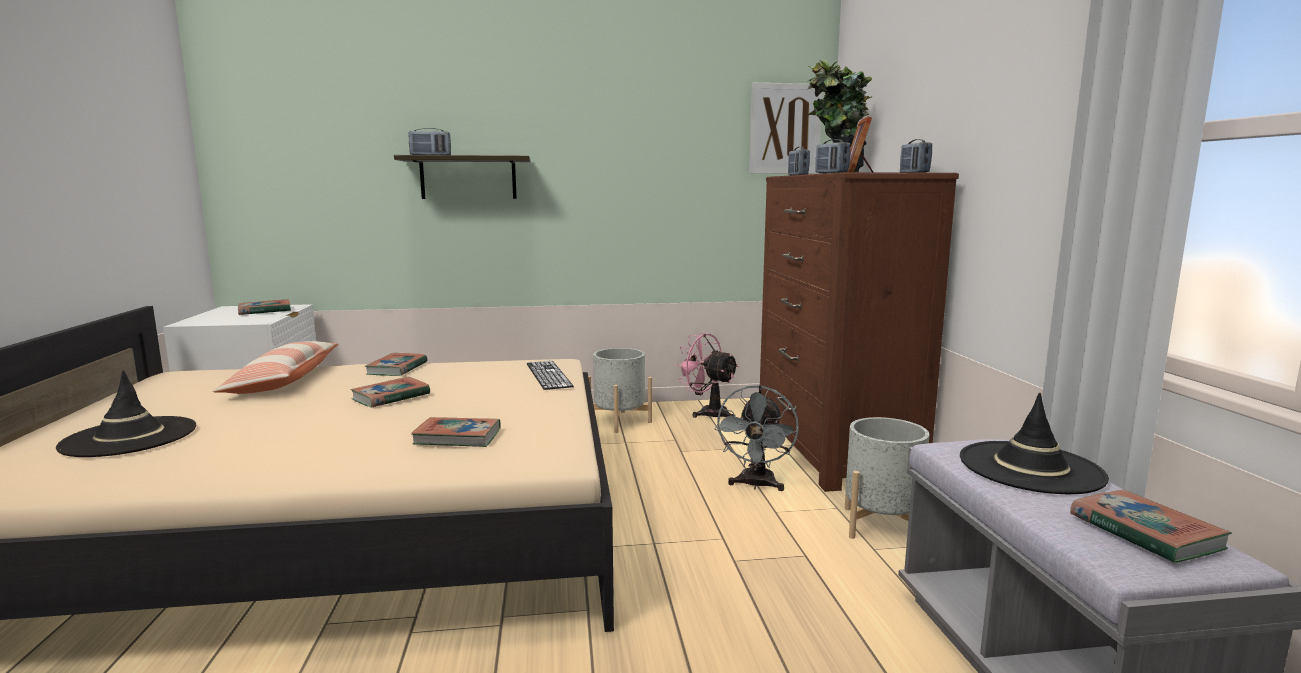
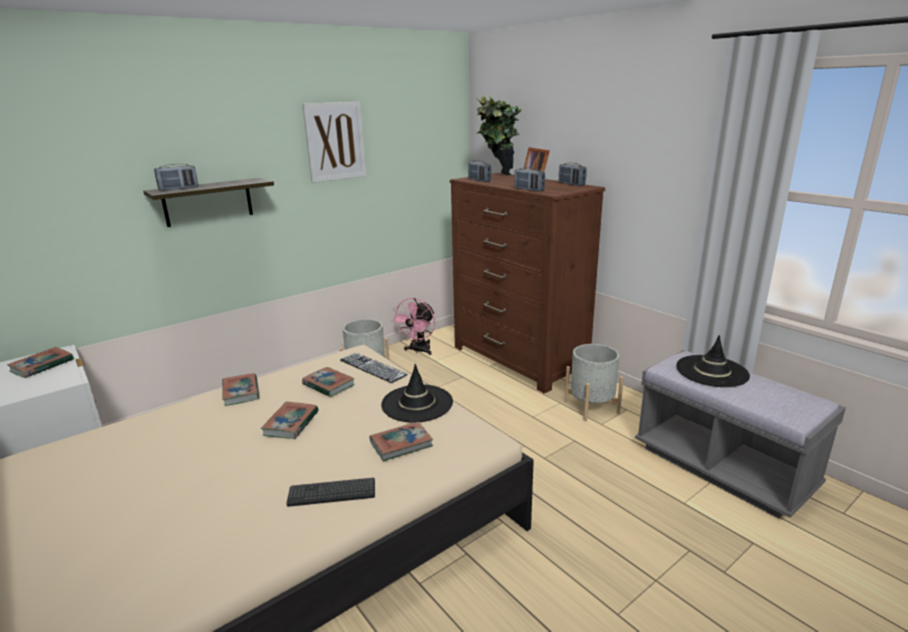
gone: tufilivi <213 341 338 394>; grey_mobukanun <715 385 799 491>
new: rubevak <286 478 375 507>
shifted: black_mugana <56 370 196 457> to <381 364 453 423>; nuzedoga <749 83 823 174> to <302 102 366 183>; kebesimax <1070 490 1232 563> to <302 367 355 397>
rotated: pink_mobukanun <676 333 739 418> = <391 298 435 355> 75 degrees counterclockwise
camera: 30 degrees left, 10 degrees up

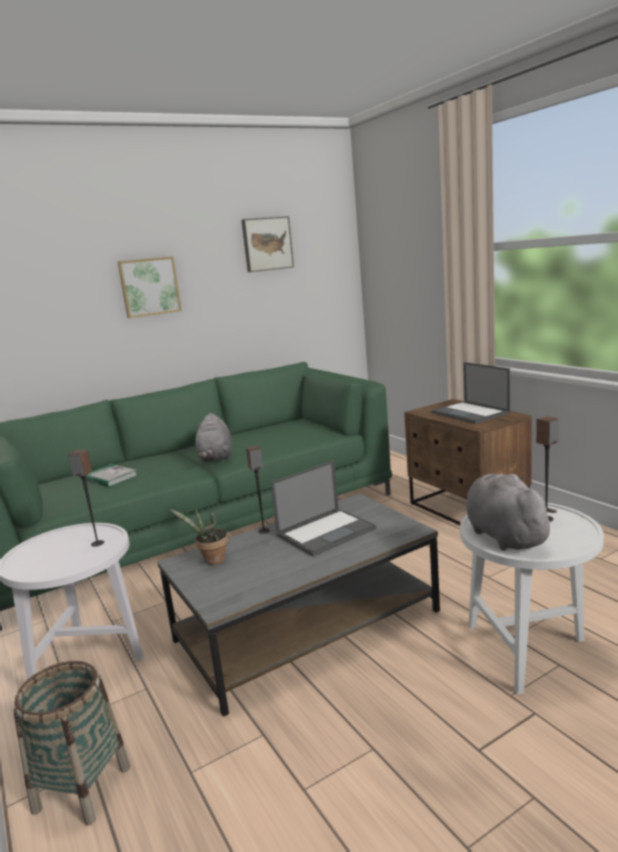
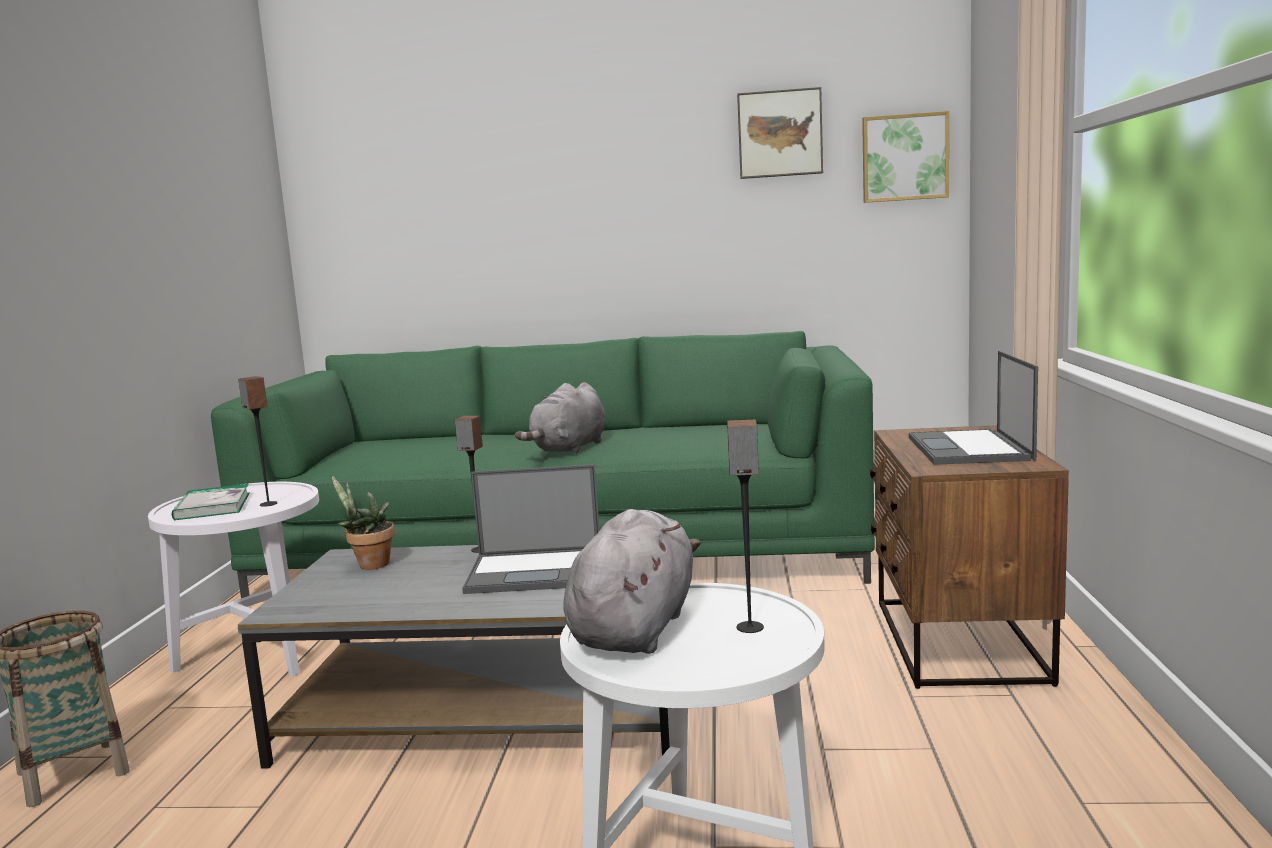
shifted: kebesimax <86 464 138 487> to <172 484 250 520>; nuzedoga <117 256 182 318> to <862 111 949 203>
camera: 35 degrees right, 5 degrees down

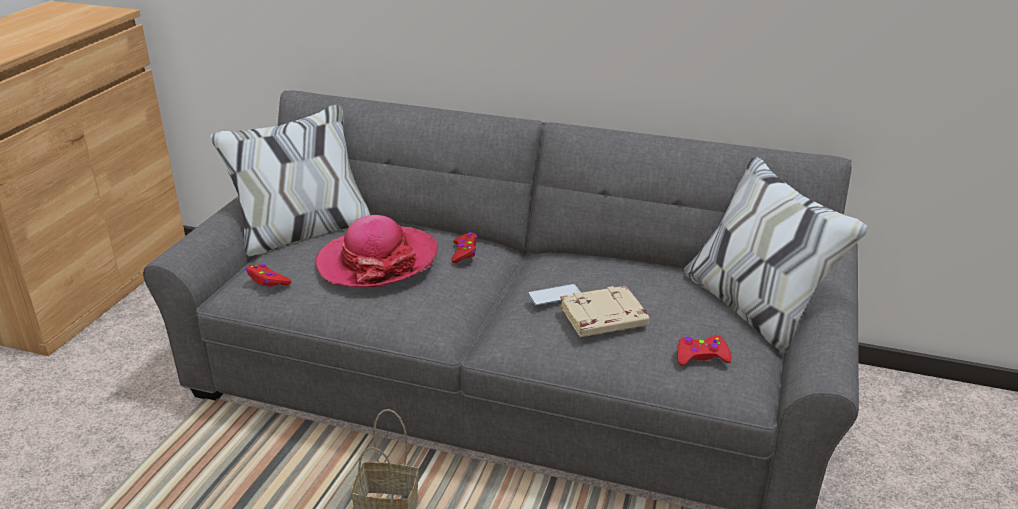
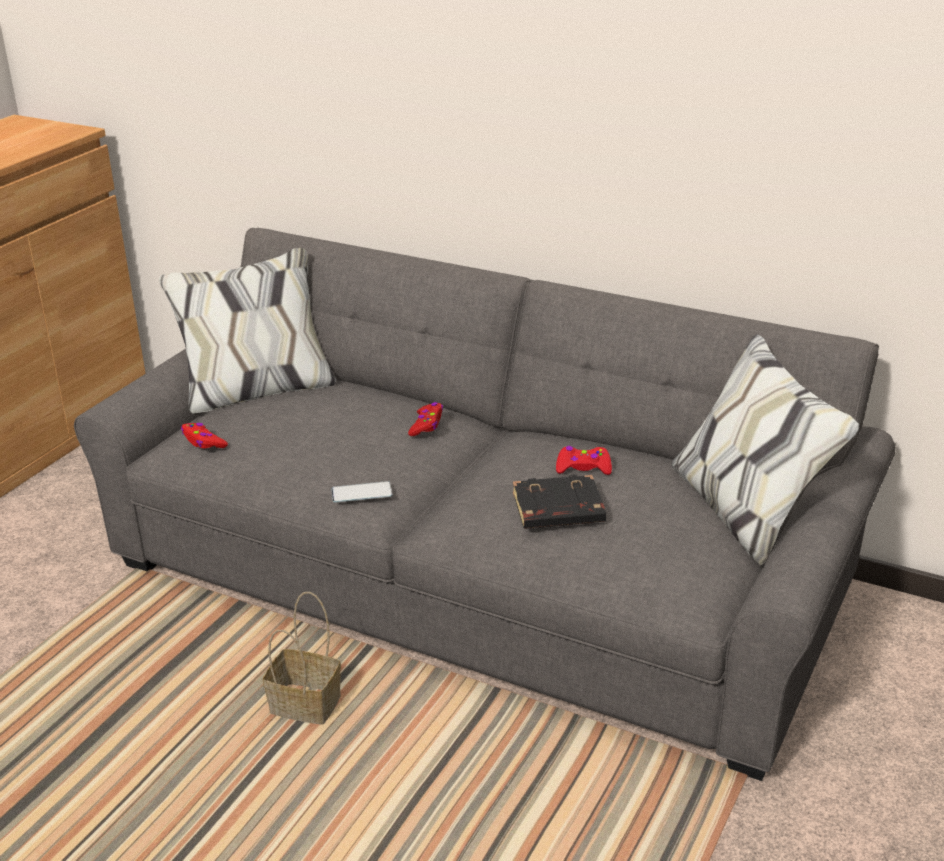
gone: mugana <315 215 438 287>
shifted: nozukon <527 284 581 305> to <331 481 392 503>; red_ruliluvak <677 336 732 366> to <556 446 612 475>
repainted: beige_kebesimax <560 286 649 337> to black_kebesimax <513 475 606 529>
camera: 10 degrees right, 0 degrees up

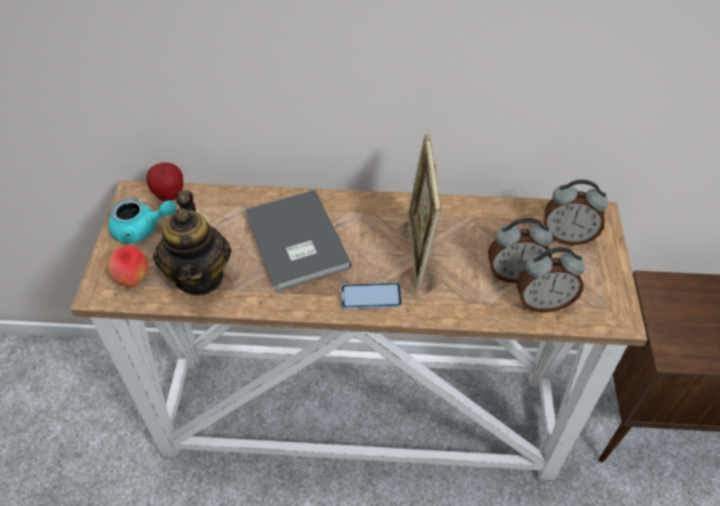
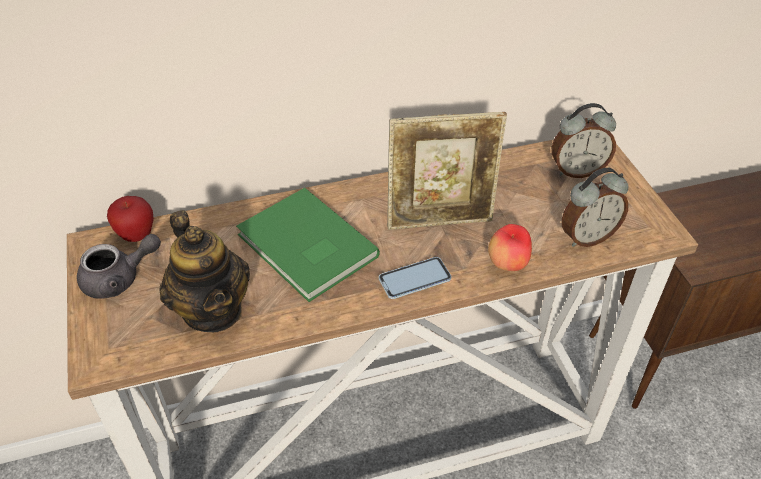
gone: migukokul <488 218 553 283>
shifted: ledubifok <107 245 148 287> to <488 224 532 271>
repainted: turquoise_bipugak <108 198 177 243> to grey_bipugak <77 234 161 299>; grey_kebesimax <245 190 352 291> to green_kebesimax <236 188 380 302>
rotated: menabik <407 132 441 288> = <387 112 507 230> 75 degrees counterclockwise
camera: 20 degrees left, 5 degrees down

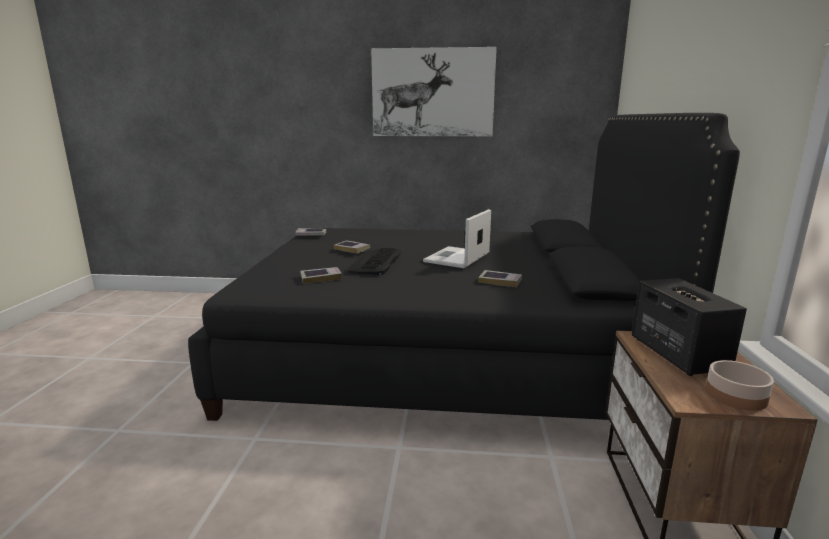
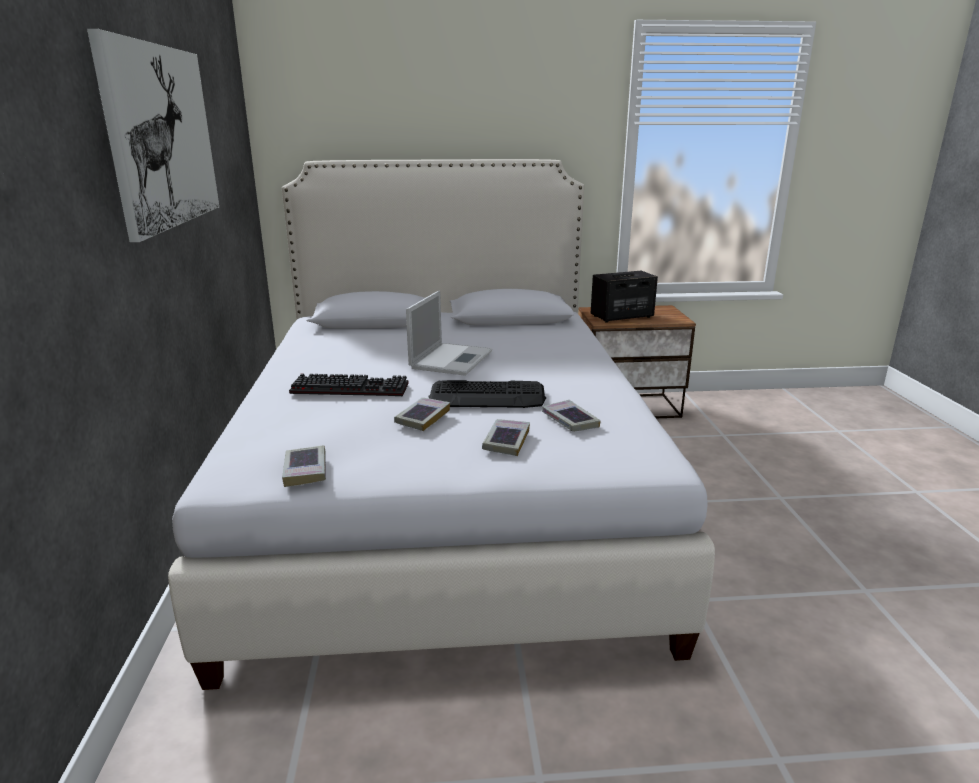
gone: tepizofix <706 360 774 411>
new: rubevak <289 373 409 396>
shifted: kebesimax <478 270 522 287> to <482 419 530 456>
repainted: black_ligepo <188 113 740 421> to white_ligepo <168 159 715 690>
rotated: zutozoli <423 209 491 268> = <406 291 492 376> 90 degrees counterclockwise
camera: 100 degrees left, 5 degrees up

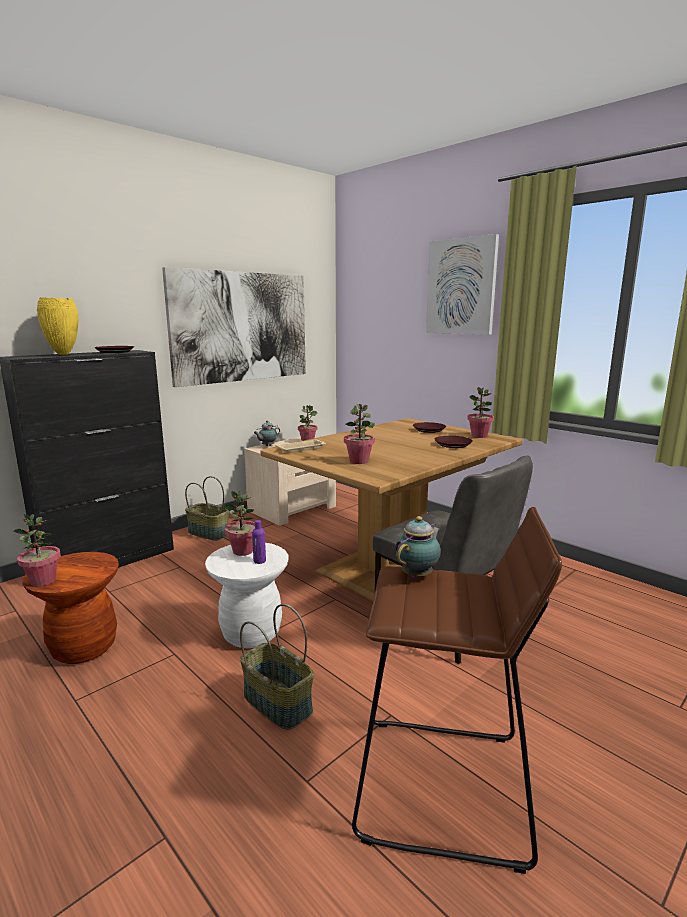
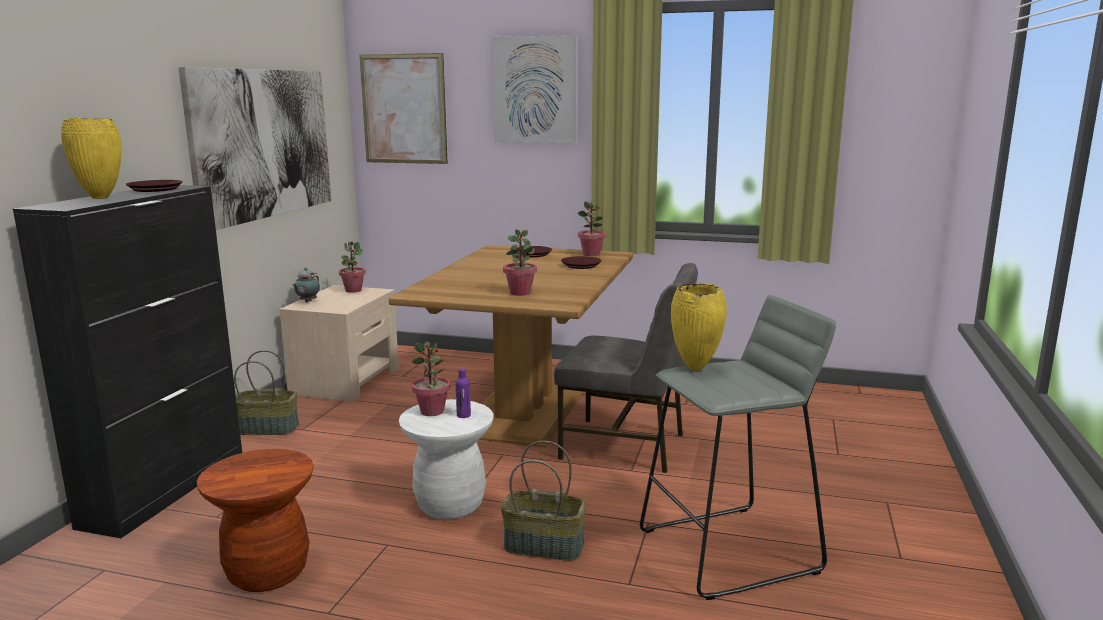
gone: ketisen <13 514 61 586>; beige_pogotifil <275 439 326 453>
new: nuzedoga <360 53 448 164>
swapped: bipugak <395 516 441 578> to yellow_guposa <671 284 727 371>
repainted: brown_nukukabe <352 507 562 874> to grey_nukukabe <640 295 836 600>
camera: 30 degrees left, 0 degrees up

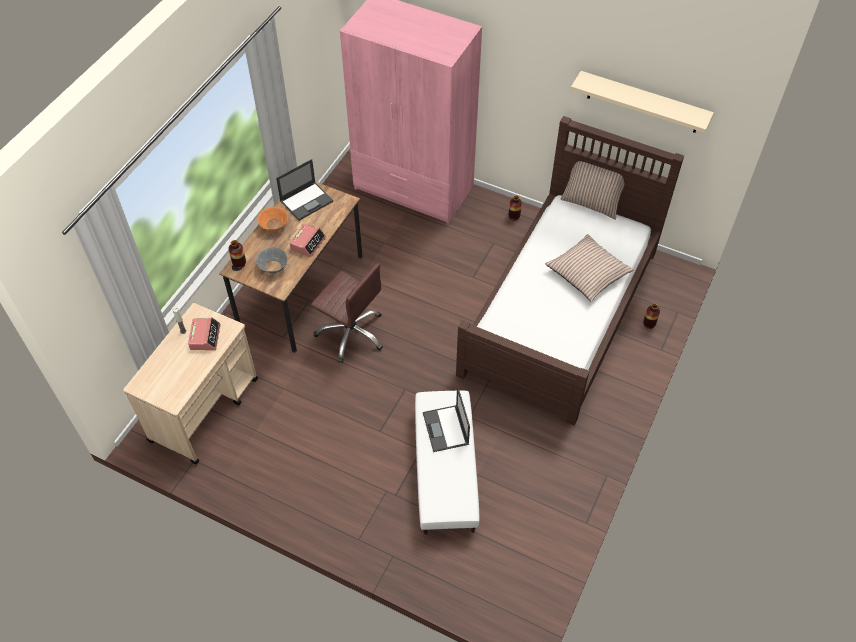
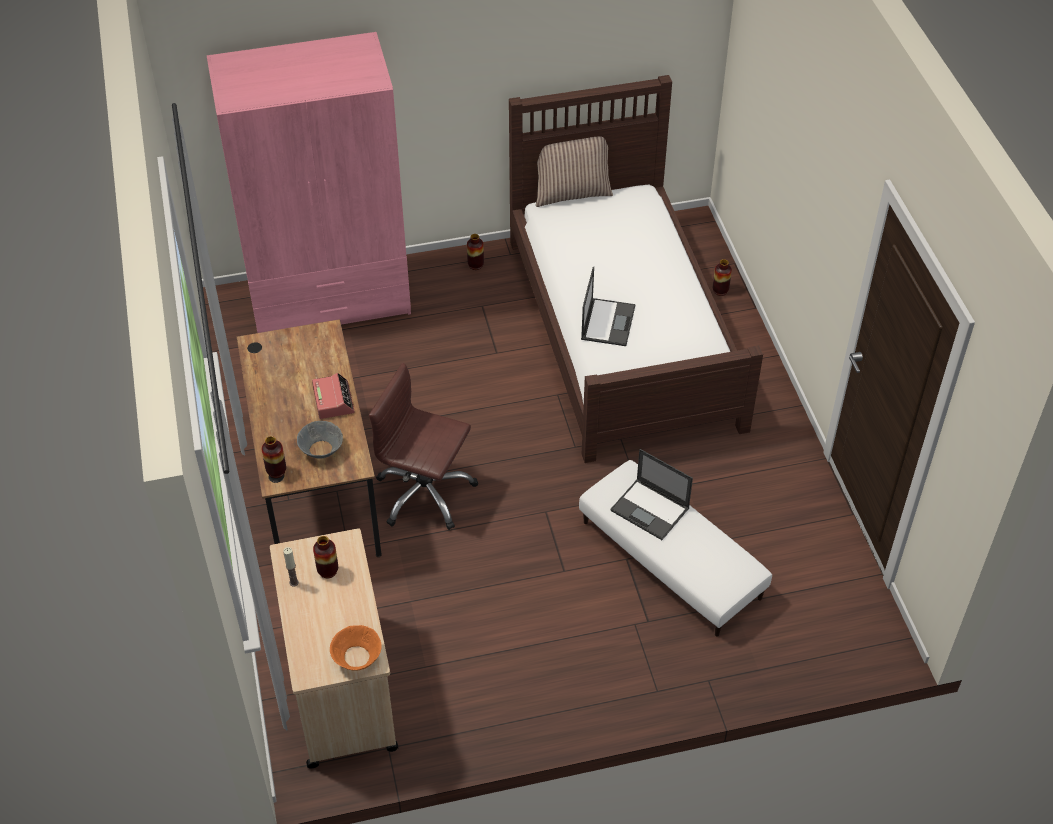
gone: tufilivi <545 234 634 302>; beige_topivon <571 71 714 133>
shifted: orange_tepizofix <257 207 288 232> to <330 625 382 670>; zutozoli <276 159 333 221> to <581 267 635 346>
swapped: migukokul <188 317 221 350> to guposa <313 536 338 578>
rotated: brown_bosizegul <311 263 383 363> = <369 363 478 530> 150 degrees counterclockwise
camera: 40 degrees left, 5 degrees down

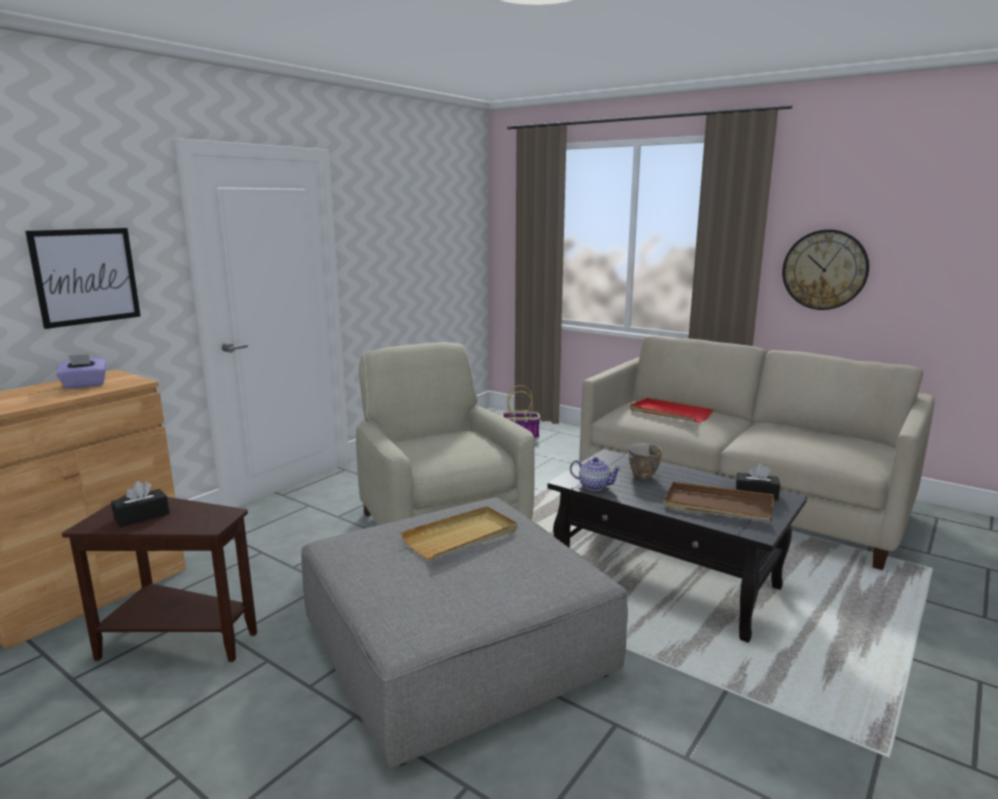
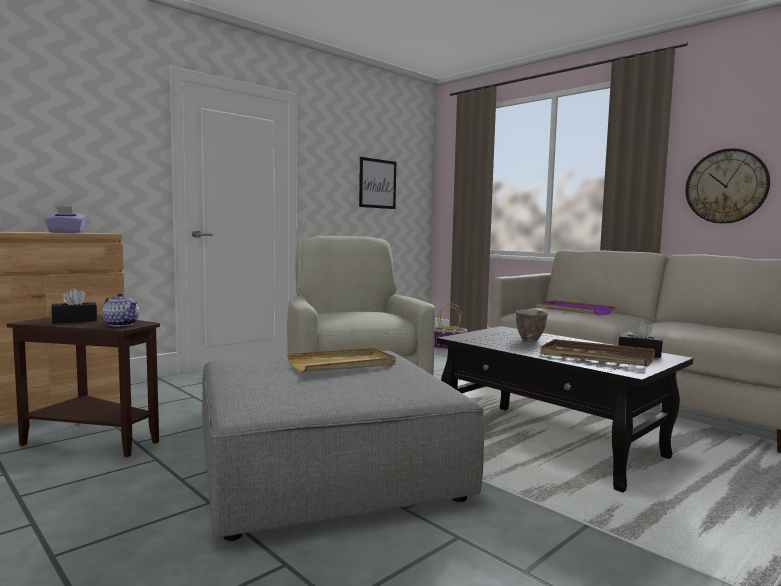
shifted: nuzedoga <25 228 141 329> to <359 157 396 209>; bipugak <570 457 622 491> to <102 293 139 326>
repainted: red_pogotifil <630 397 713 423> to purple_pogotifil <536 300 615 315>
camera: 10 degrees right, 10 degrees down

